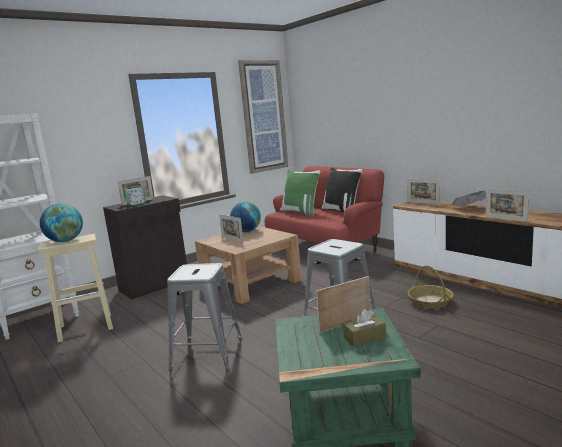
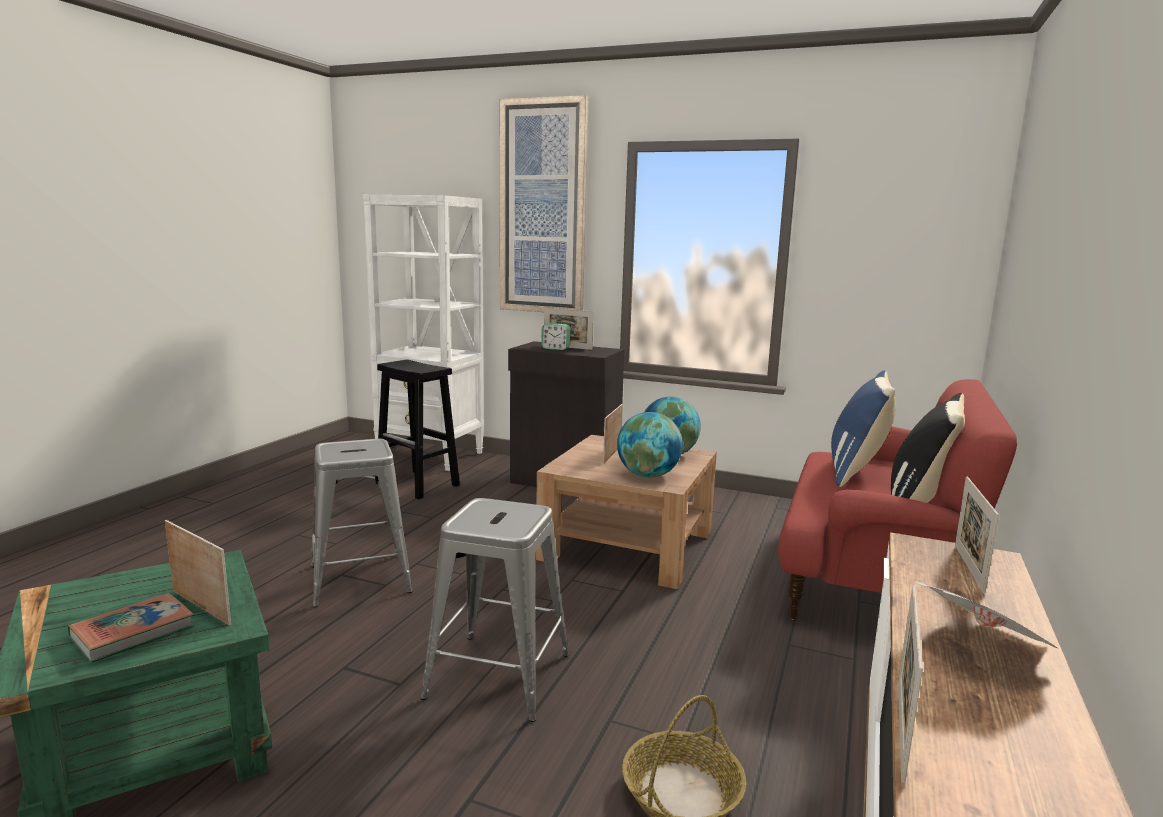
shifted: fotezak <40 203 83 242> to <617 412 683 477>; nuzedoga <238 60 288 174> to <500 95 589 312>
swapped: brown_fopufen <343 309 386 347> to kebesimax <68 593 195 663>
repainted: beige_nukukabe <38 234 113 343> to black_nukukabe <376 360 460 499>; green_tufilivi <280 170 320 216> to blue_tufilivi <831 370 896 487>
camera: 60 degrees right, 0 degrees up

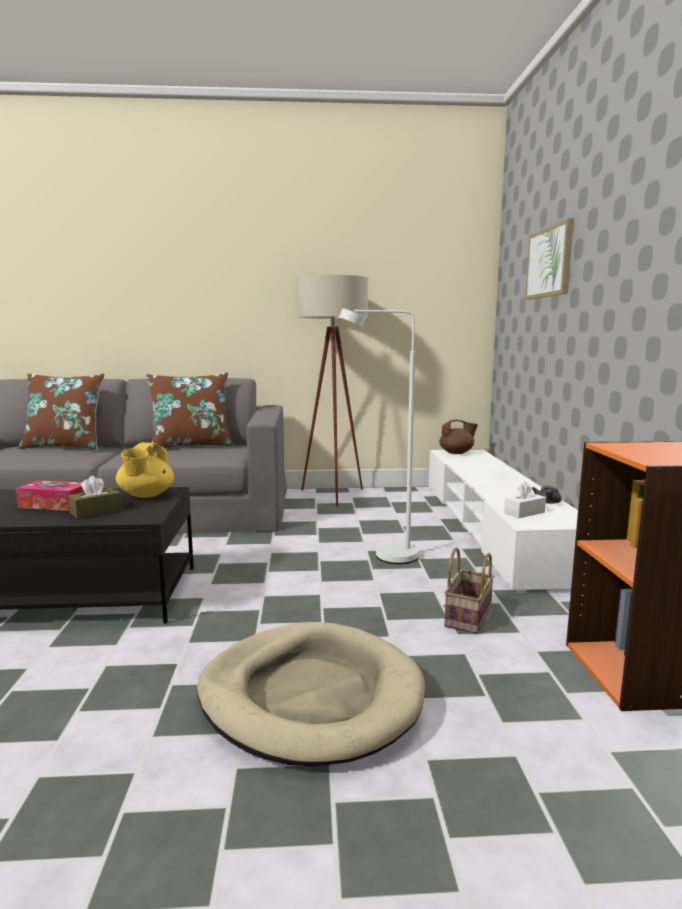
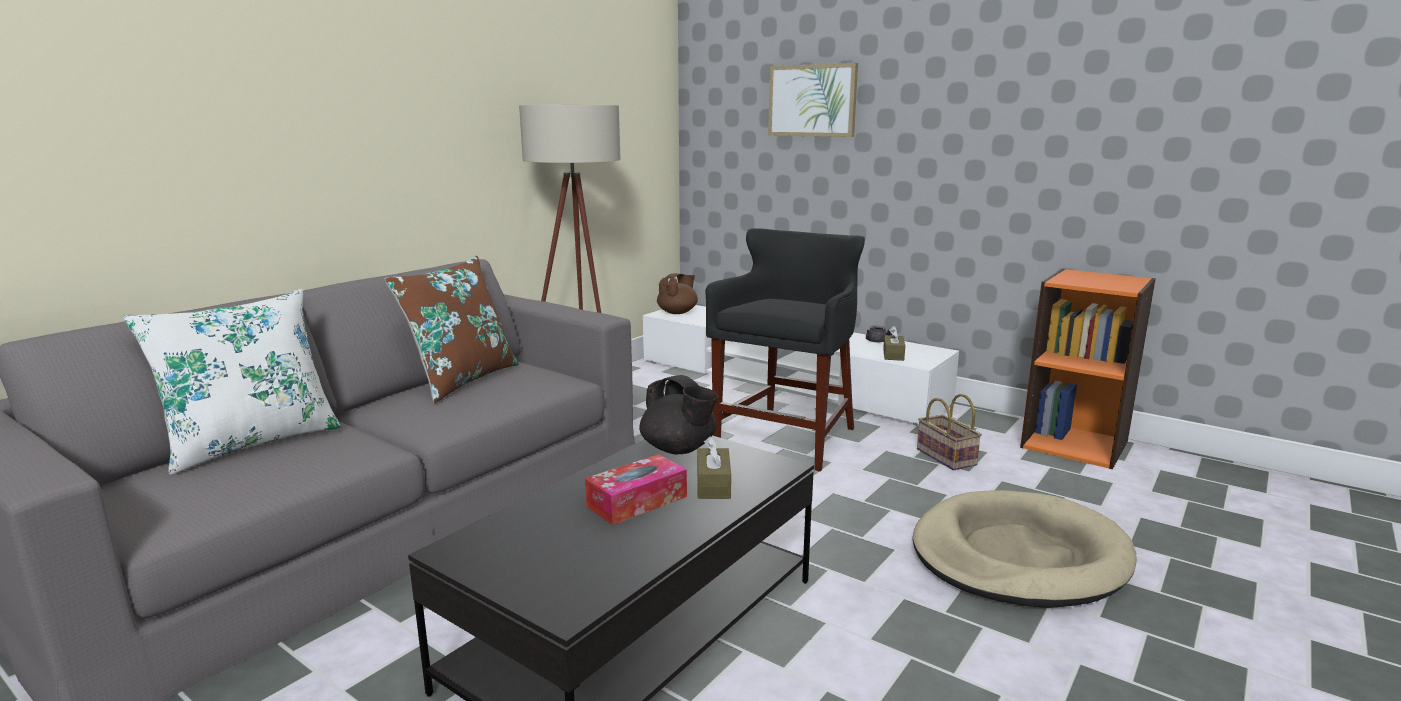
swapped: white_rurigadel <339 309 419 564> to black_nukukabe <705 228 865 472>
repainted: brown_tufilivi <19 374 104 450> to white_tufilivi <124 289 341 475>; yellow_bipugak <116 442 174 498> to black_bipugak <639 375 718 455>; white_fopufen <504 482 546 518> to brown_fopufen <883 326 905 361>
camera: 50 degrees left, 5 degrees up

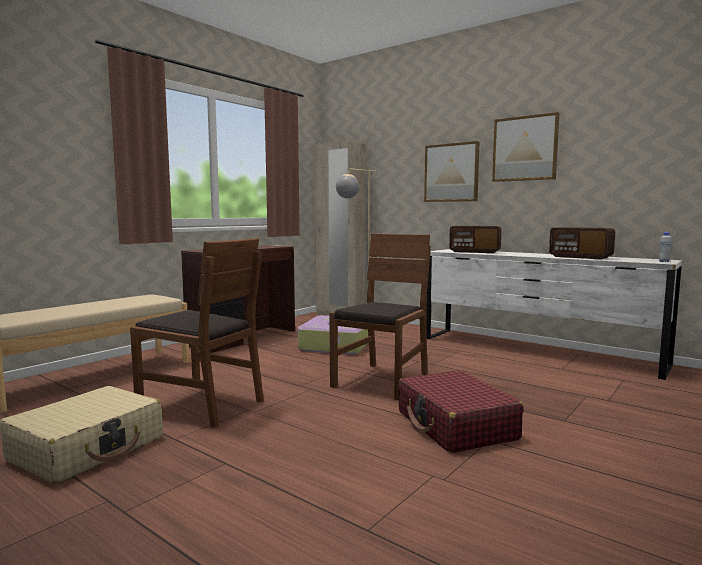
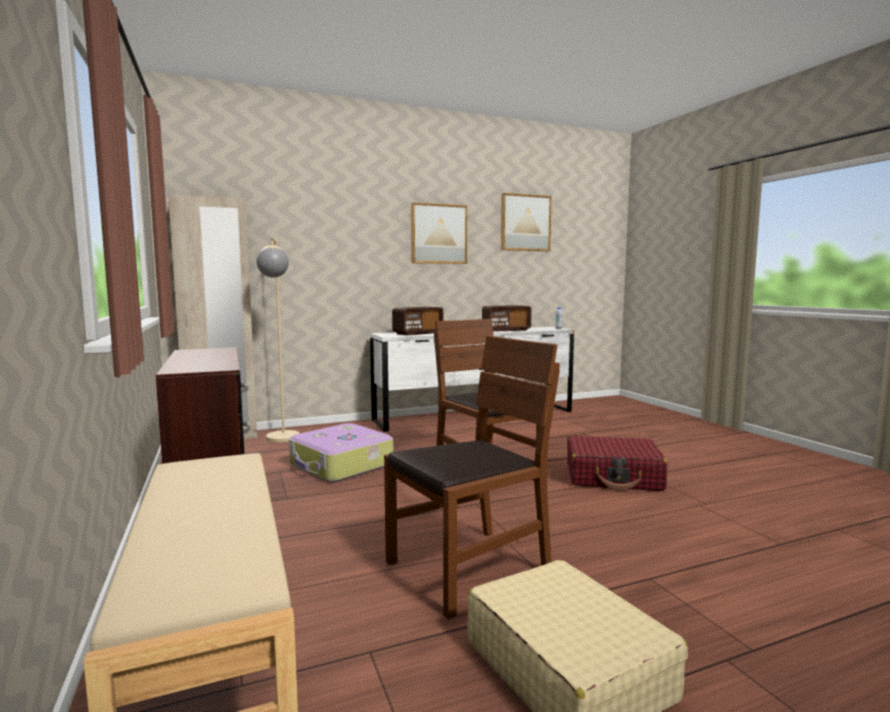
shifted: nuzedoga <424 141 479 202> to <501 193 552 251>
camera: 60 degrees left, 0 degrees up

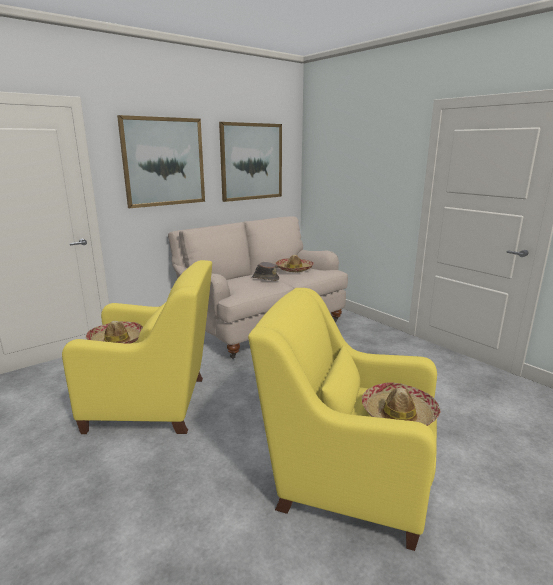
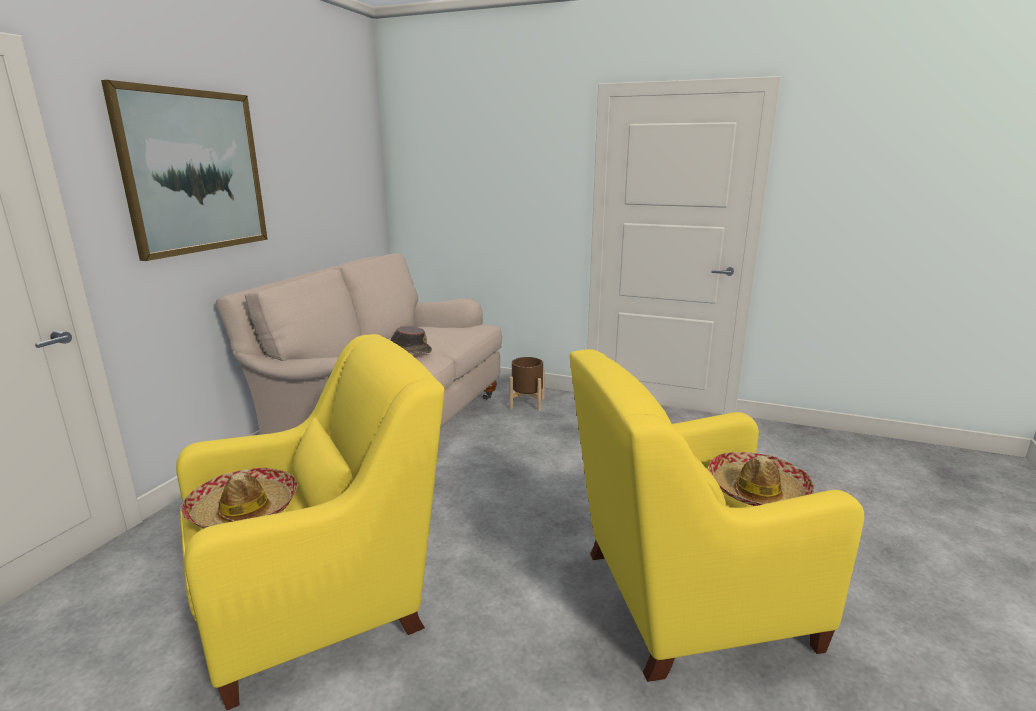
gone: nuzedoga <219 122 282 202>; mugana <276 255 314 272>
new: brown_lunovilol <509 357 545 411>
camera: 30 degrees left, 0 degrees up

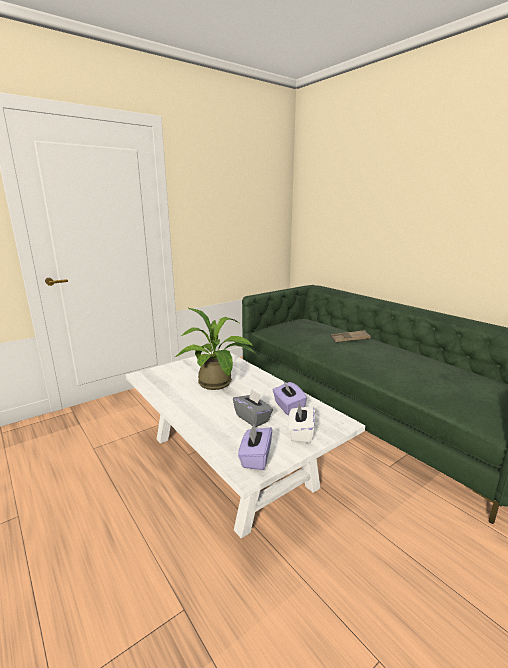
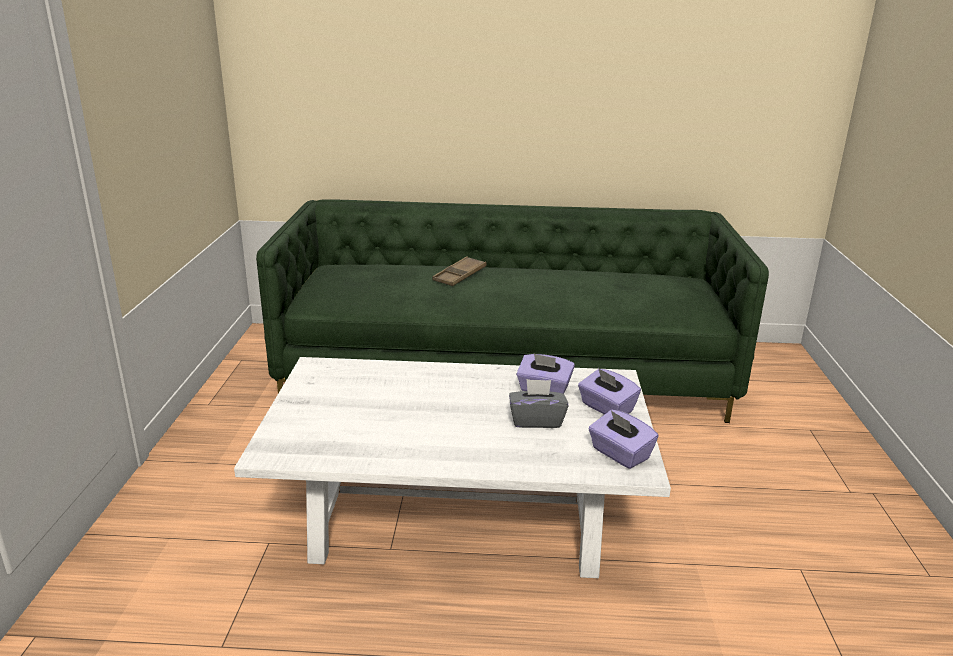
gone: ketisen <175 308 256 390>
repainted: white_fopufen <288 402 315 443> to purple_fopufen <578 368 641 415>
camera: 50 degrees left, 5 degrees up

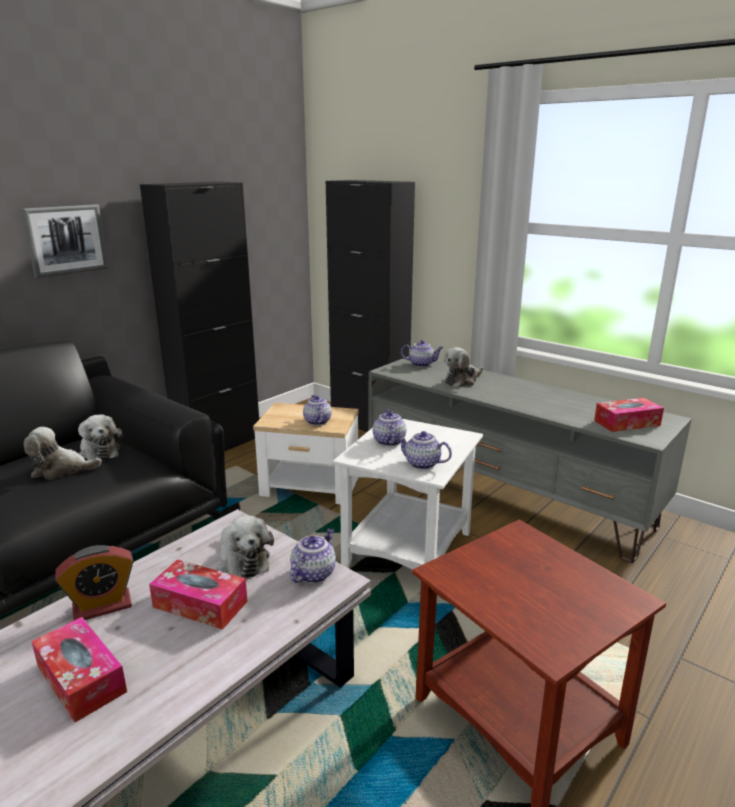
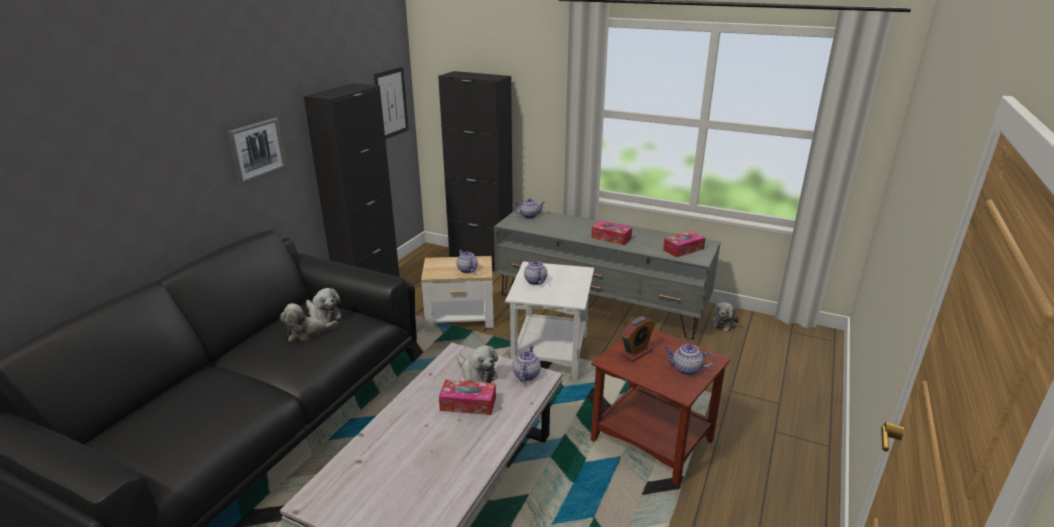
new: nuzedoga <374 67 409 140>
shifted: fopufen <31 617 127 722> to <591 221 632 245>; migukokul <55 545 134 620> to <620 316 655 362>; bipugak <396 431 452 470> to <664 344 714 375>; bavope <444 348 483 388> to <711 302 739 332>
camera: 15 degrees left, 5 degrees up

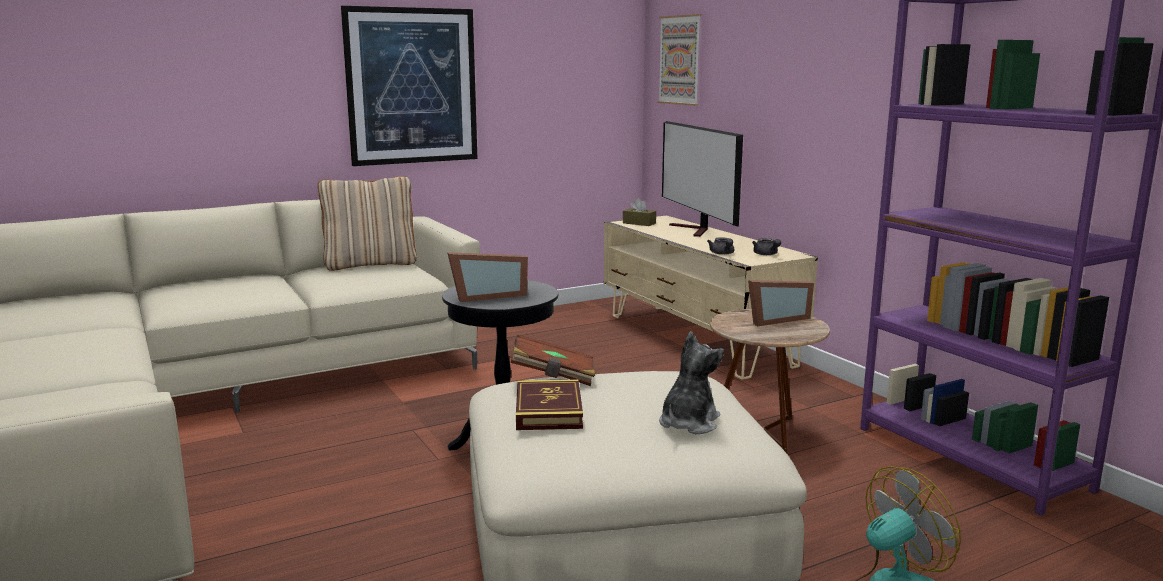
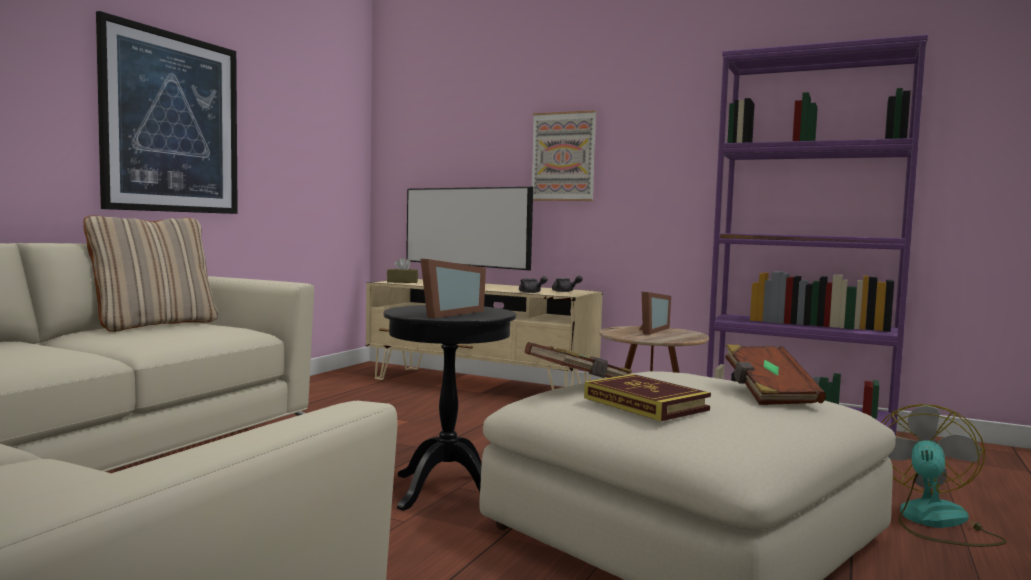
shifted: nuzedoga <657 14 701 106> to <532 110 597 201>
swapped: bavope <659 331 724 434> to brown_kebesimax <725 344 826 405>
camera: 35 degrees left, 10 degrees down

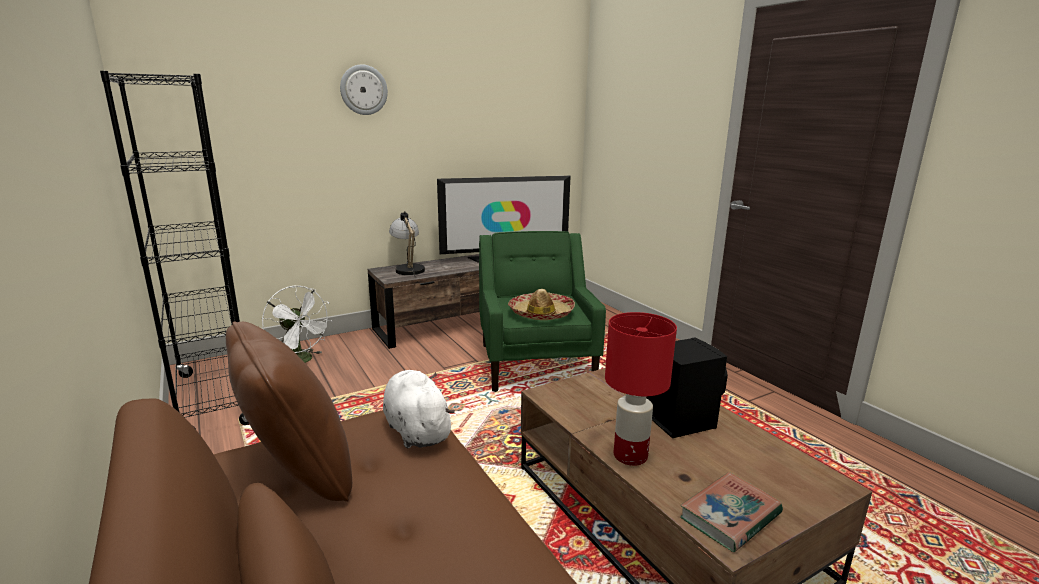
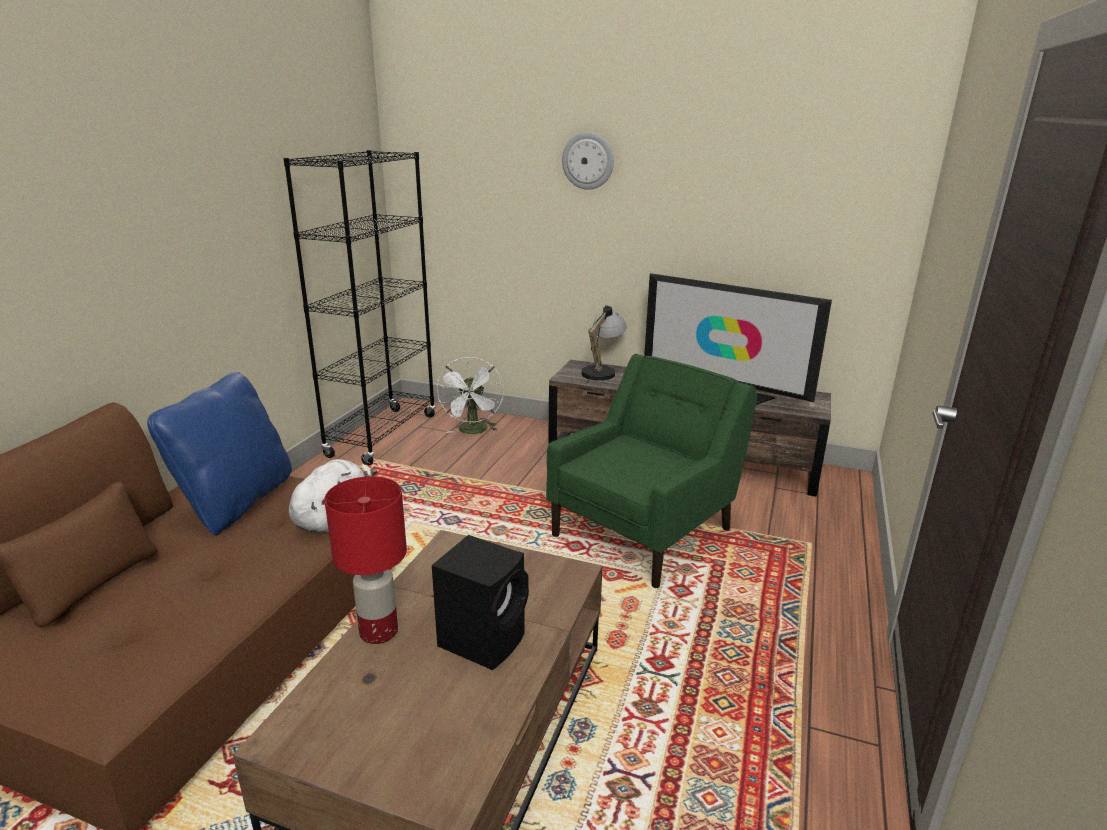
gone: mugana <508 289 575 320>; kebesimax <680 472 783 552>
repainted: brown_tufilivi <226 322 352 502> to blue_tufilivi <147 372 292 535>
camera: 50 degrees right, 5 degrees up

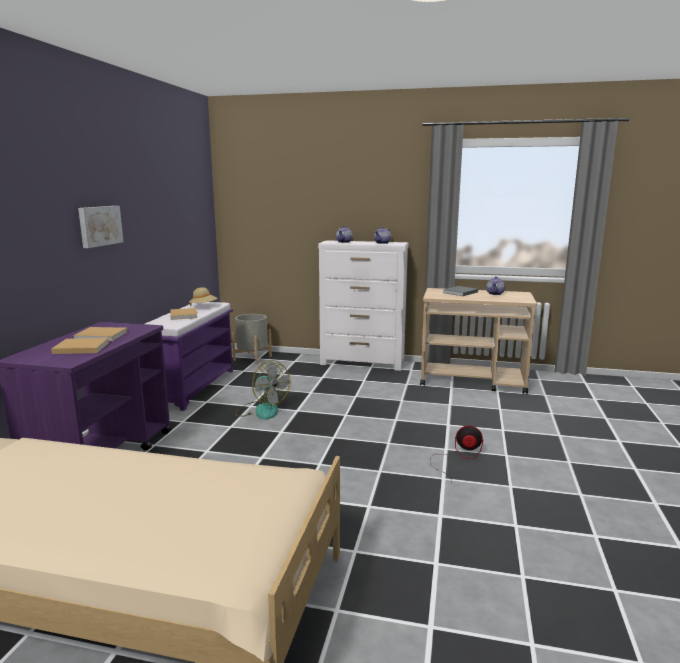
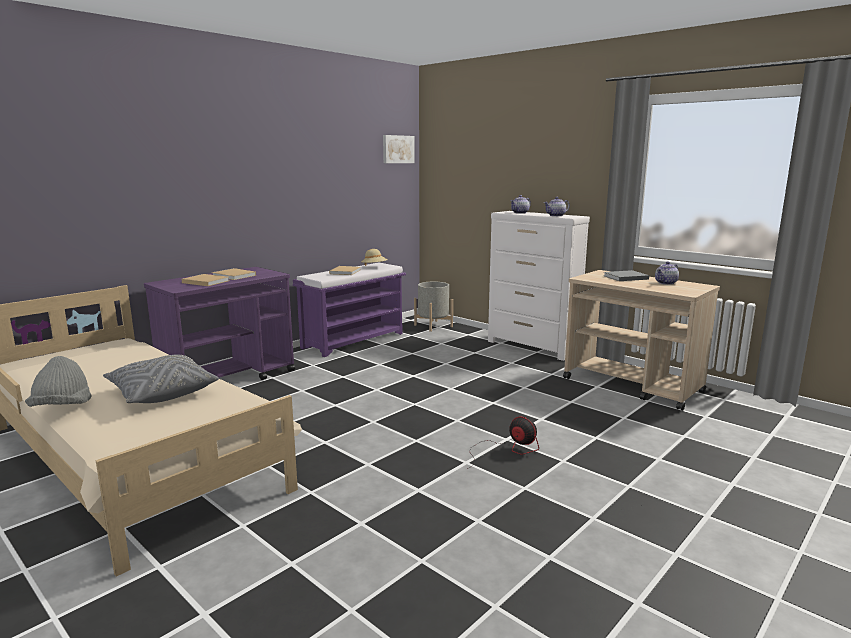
gone: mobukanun <235 360 290 420>
new: grey_mugana <25 356 91 407>; grey_tufilivi <103 355 219 403>
shifted: nuzedoga <78 206 123 248> to <383 135 415 163>
camera: 30 degrees right, 0 degrees up

